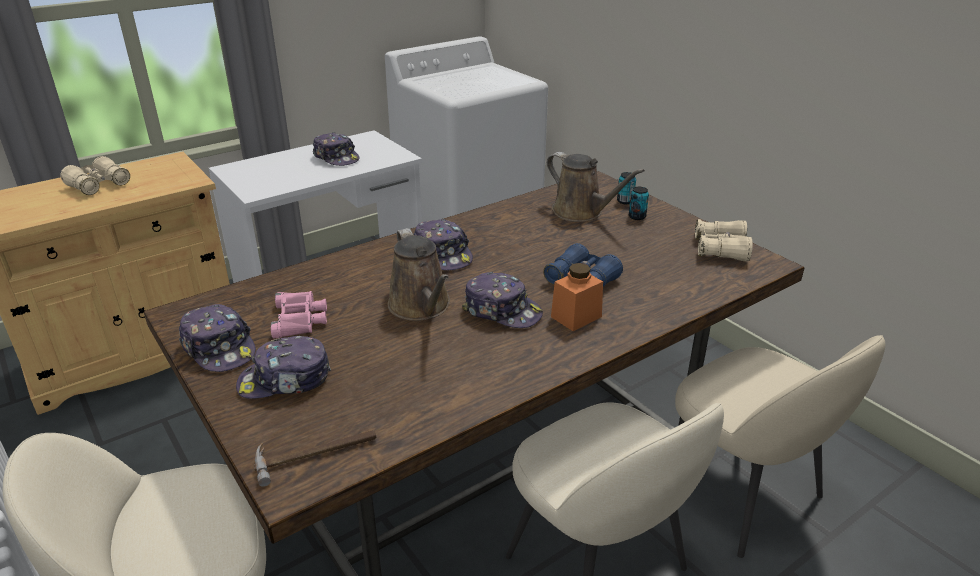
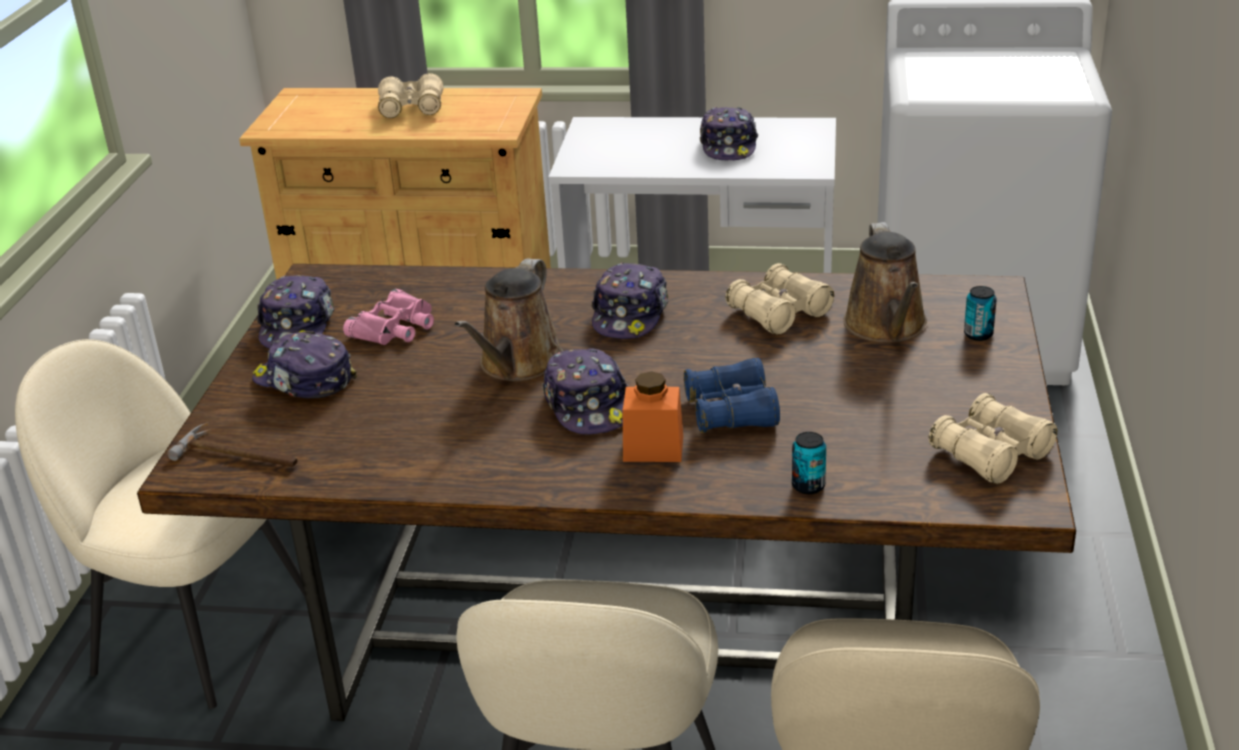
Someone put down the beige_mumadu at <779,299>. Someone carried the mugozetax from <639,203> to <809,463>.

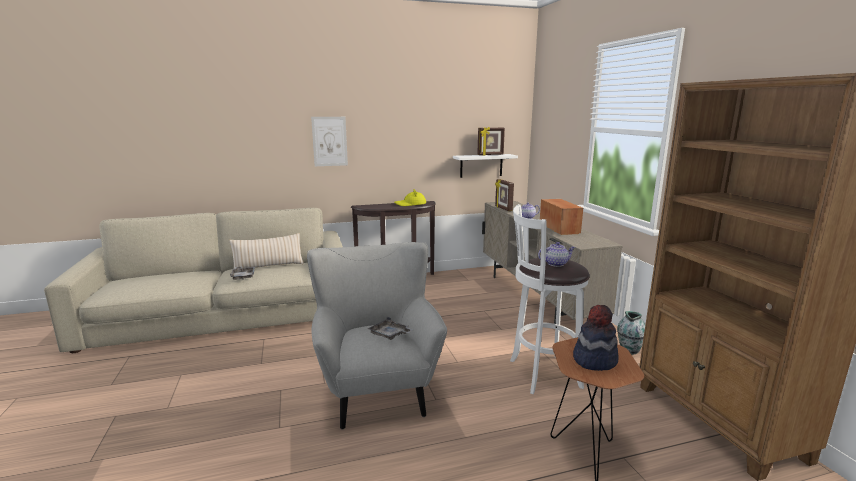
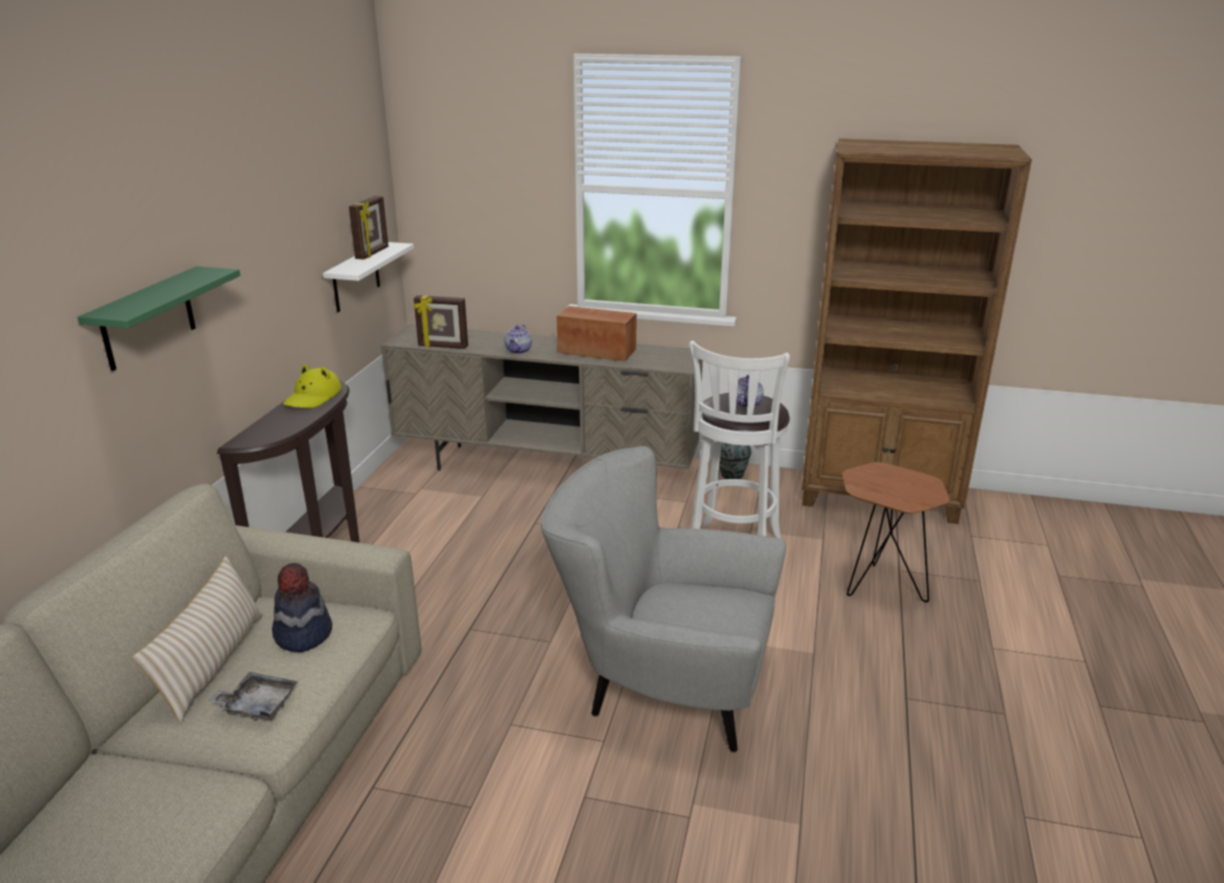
Someone swapped the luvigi at <329,141> for the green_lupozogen at <158,318>. Someone carried the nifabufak from <595,338> to <302,607>. Someone took away the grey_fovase at <390,328>.

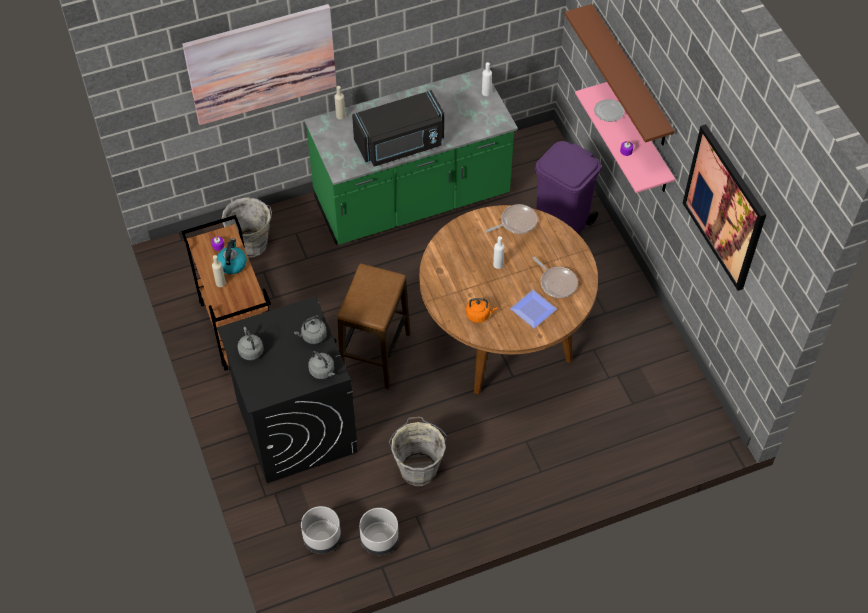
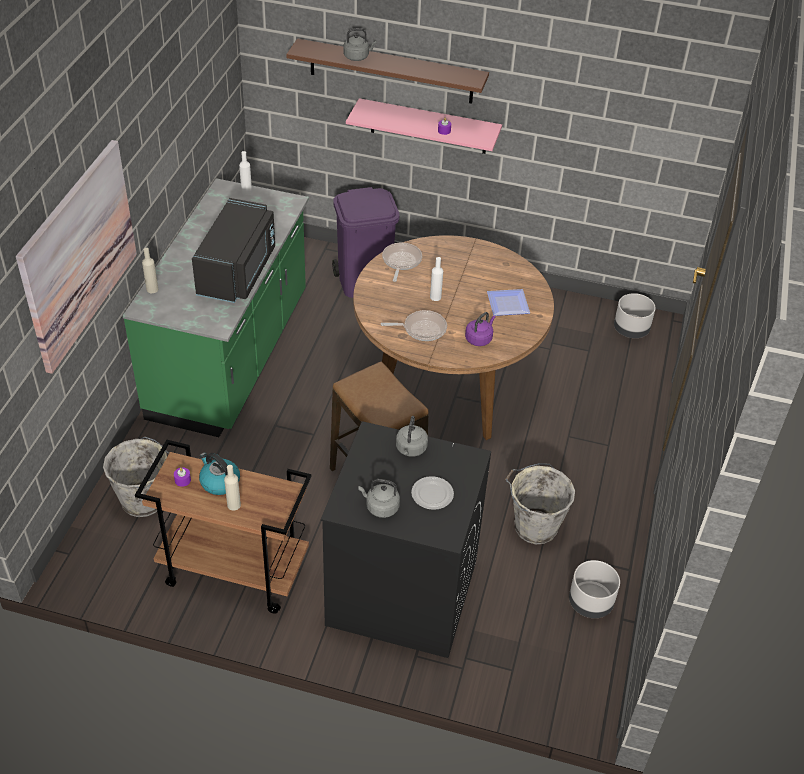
Someone carried the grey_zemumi from <321,365> to <360,44>. Someone carried the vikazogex from <555,277> to <414,325>. Someone carried the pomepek from <609,110> to <432,493>. Someone repainted the orange_zemumi at <481,310>, which became the purple_zemumi at <480,329>. Someone carried the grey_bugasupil from <321,530> to <635,315>. Someone took away the luvigi at <724,207>.

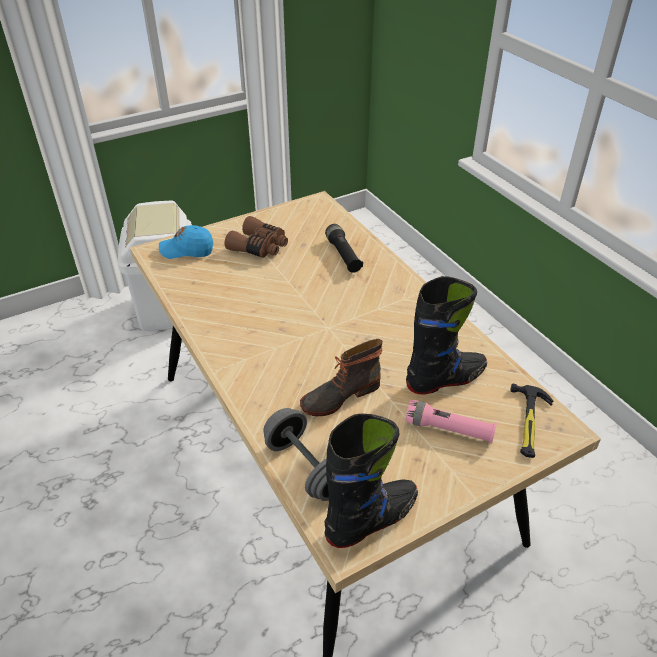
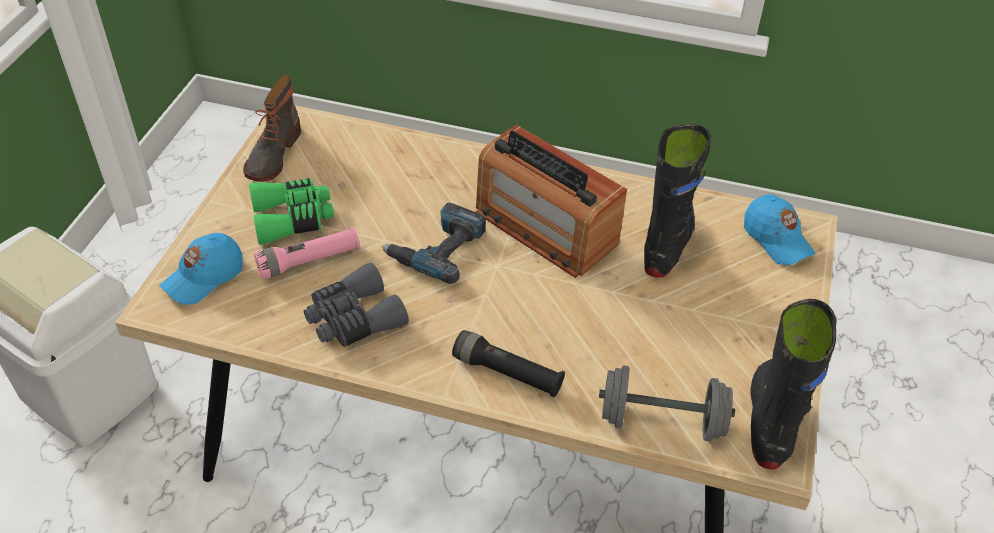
Someone carried the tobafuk from <341,377> to <272,128>. Someone repainted the brown_mumadu at <256,237>, which became the green_mumadu at <291,211>. Someone carried the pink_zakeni from <451,422> to <307,253>. Someone put down the grey_mumadu at <356,304>. Someone put down the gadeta at <433,243>. Someone carried the black_zakeni from <344,248> to <508,363>. Someone put down the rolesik at <551,201>. Someone swapped the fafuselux at <532,421> for the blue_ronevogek at <780,229>.

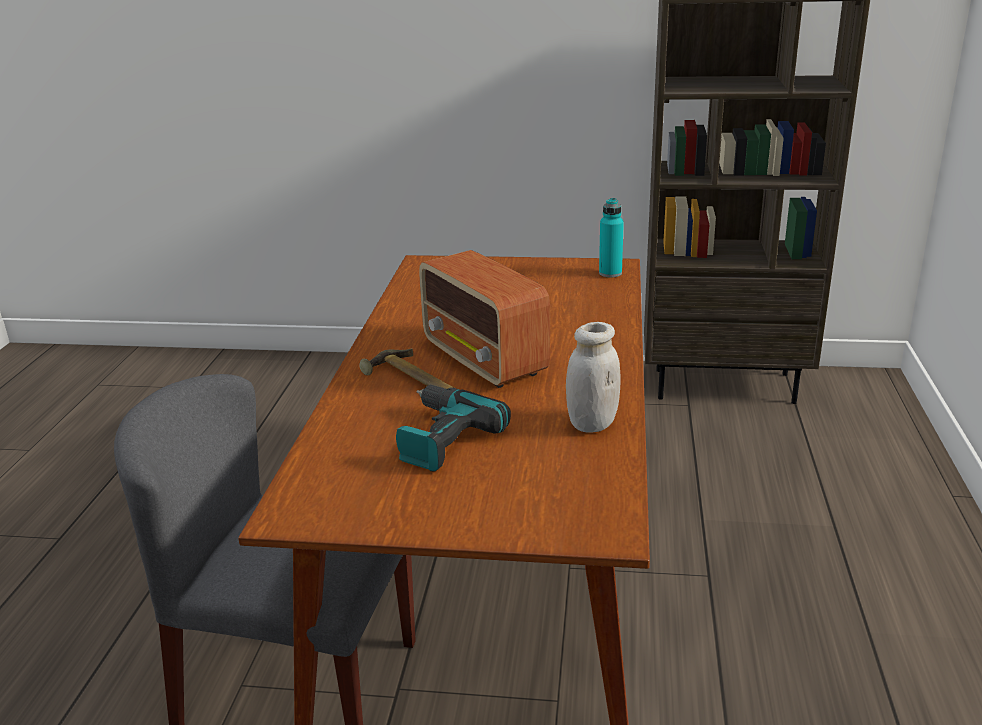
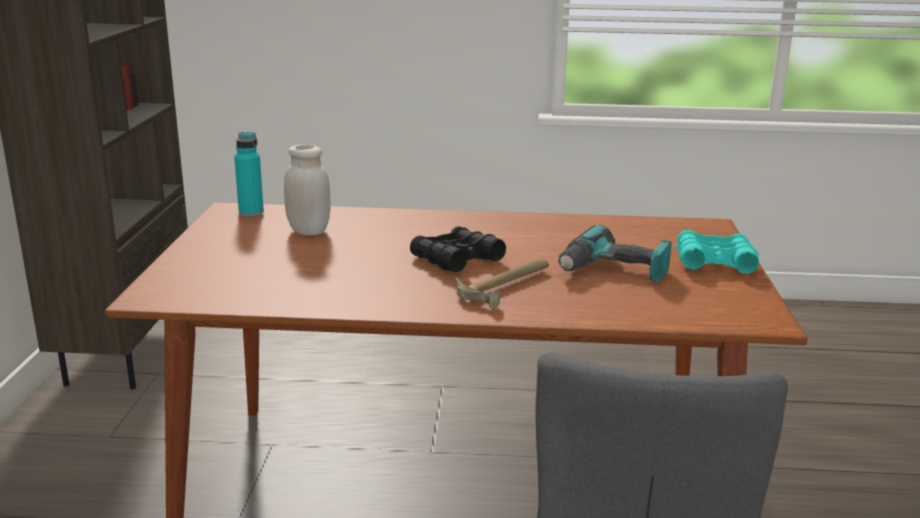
Someone carried the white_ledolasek from <593,377> to <307,189>. Someone swapped the rolesik at <484,319> for the black_mumadu at <458,249>. Someone put down the turquoise_mumadu at <716,252>.

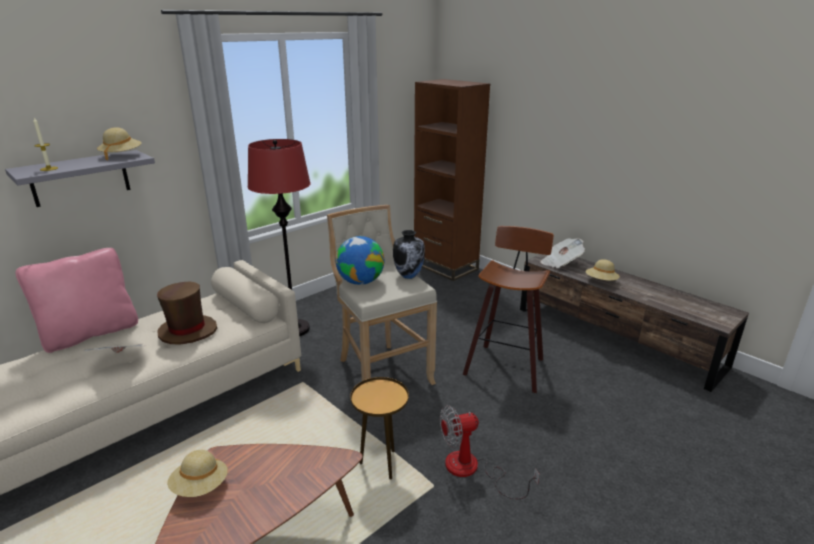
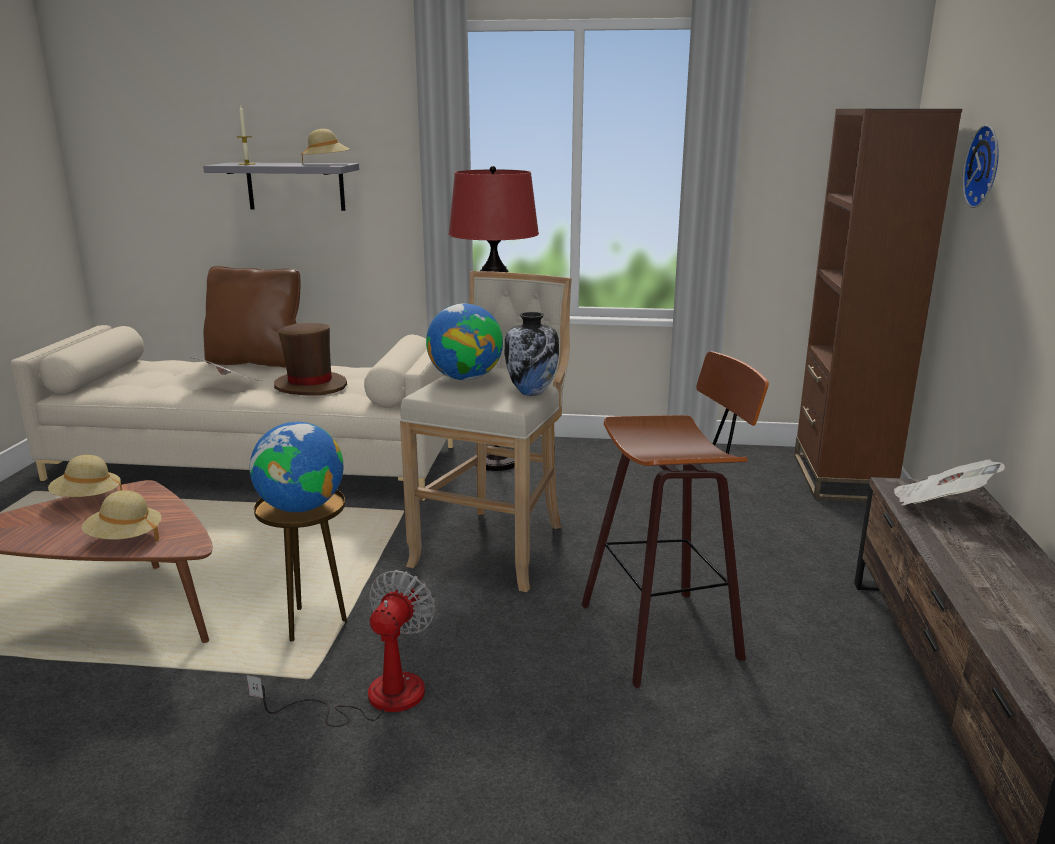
Someone carried the beige_nifabufak from <603,270> to <122,516>. Someone repainted the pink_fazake at <76,300>, which became the brown_fazake at <252,316>. Someone rotated the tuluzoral at <490,452> by 75 degrees clockwise. Someone put down the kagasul at <297,467>. Someone put up the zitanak at <980,166>.

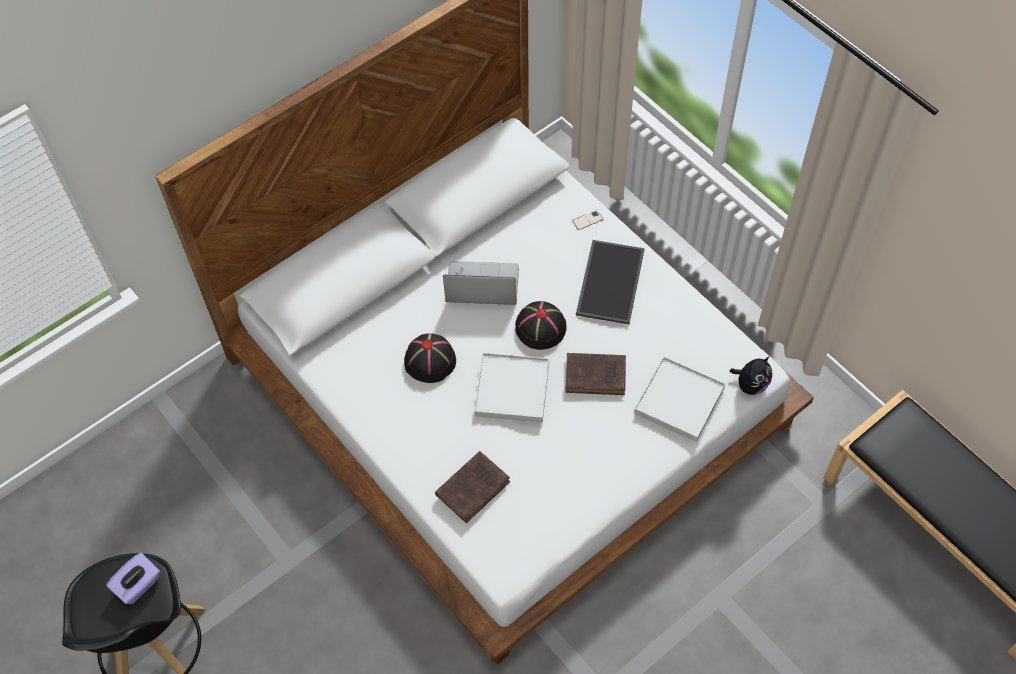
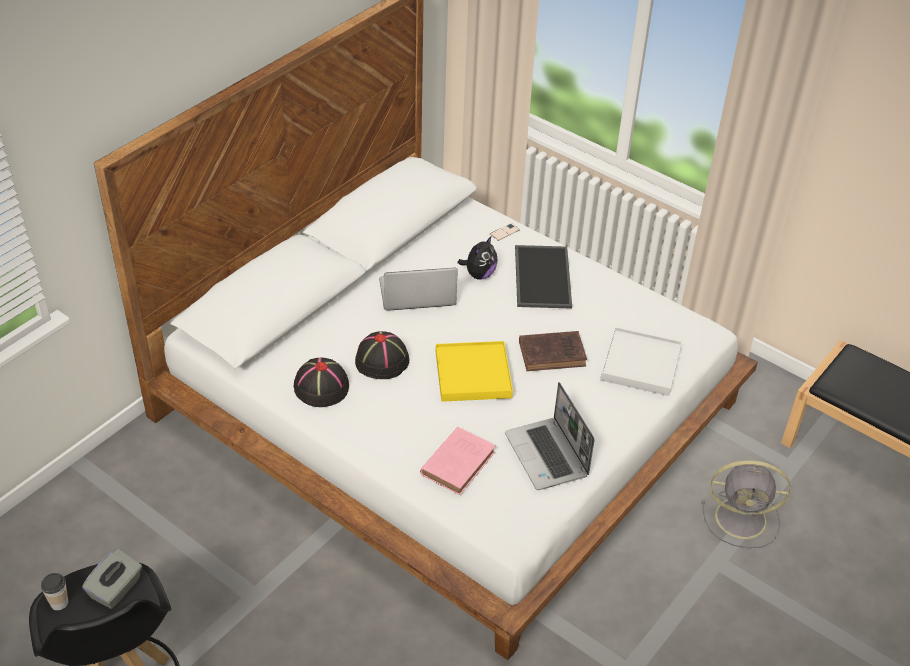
Someone put down the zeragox at <54,591>. Someone repainted the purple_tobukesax at <133,578>, which became the grey_tobukesax at <112,579>. Someone carried the black_nifabufak from <540,325> to <321,382>. Someone repainted the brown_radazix at <472,487>, which became the pink_radazix at <457,461>. Someone repainted the white_fovase at <511,388>, which became the yellow_fovase at <474,371>. Someone carried the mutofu from <751,375> to <477,258>. Someone put down the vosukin at <550,436>. Someone put down the grey_tuluzoral at <746,504>.

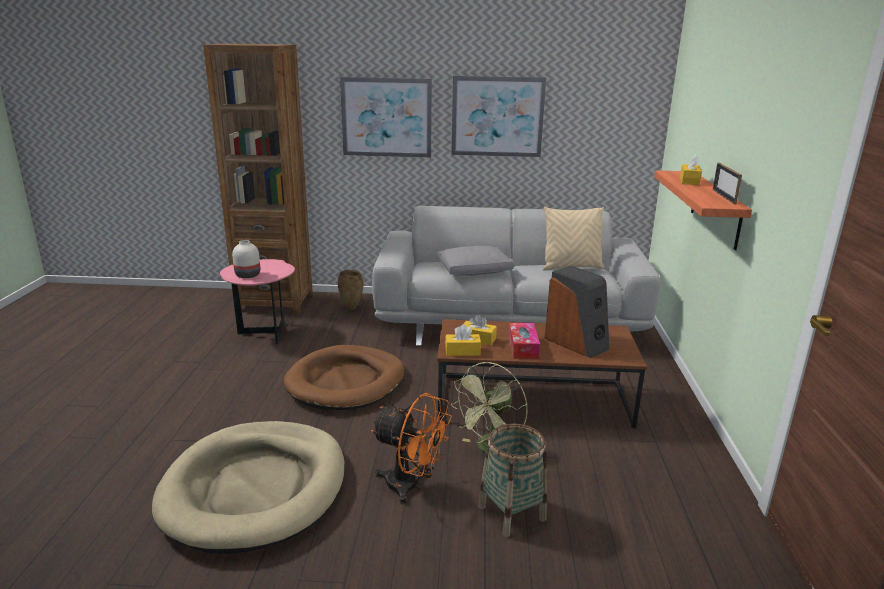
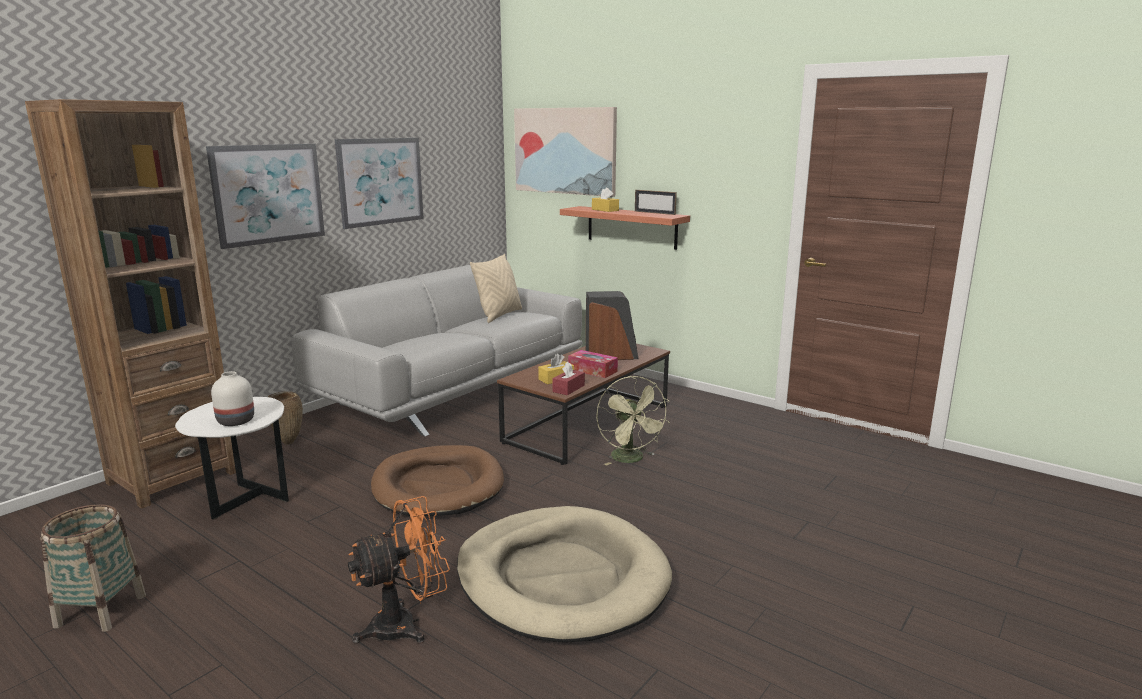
Someone carried the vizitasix from <512,480> to <93,568>. Someone repainted the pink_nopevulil at <257,301>, which became the white_nopevulil at <232,458>. Someone carried the orange_tuluzoral from <411,448> to <399,570>. Someone put up the luvigi at <565,152>. Someone repainted the yellow_tobukesax at <463,340>, which became the red_tobukesax at <568,378>. Someone took away the grey_fazake at <475,261>.

